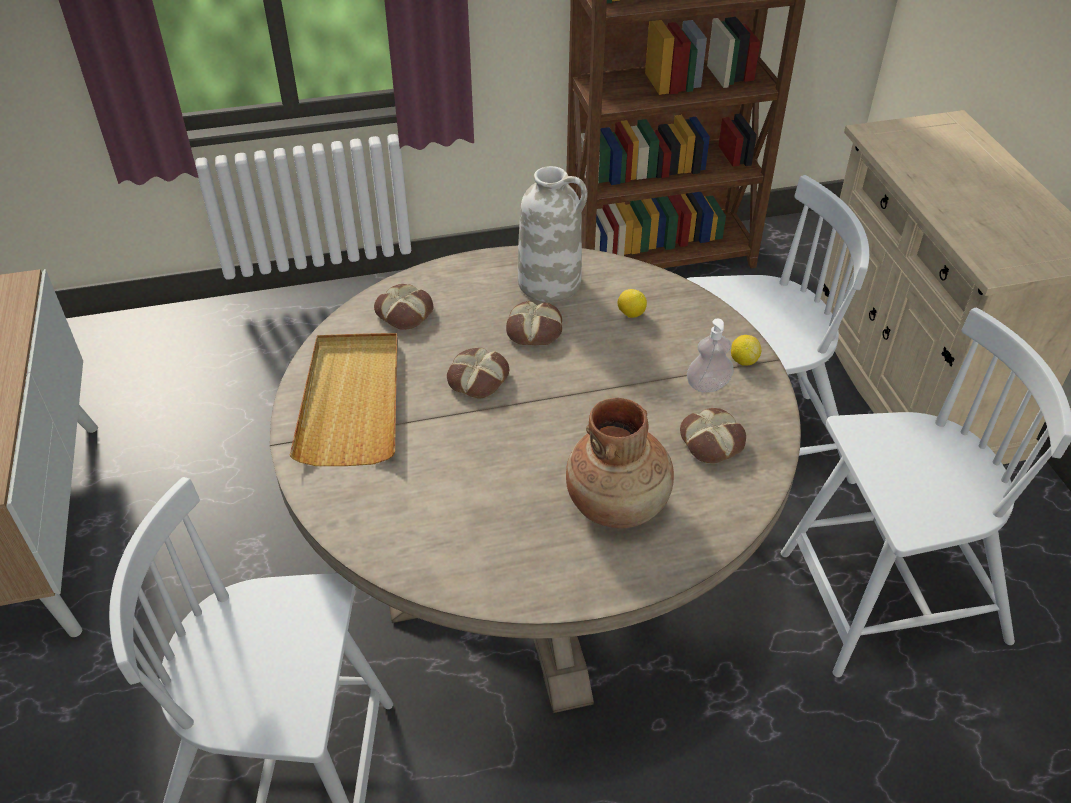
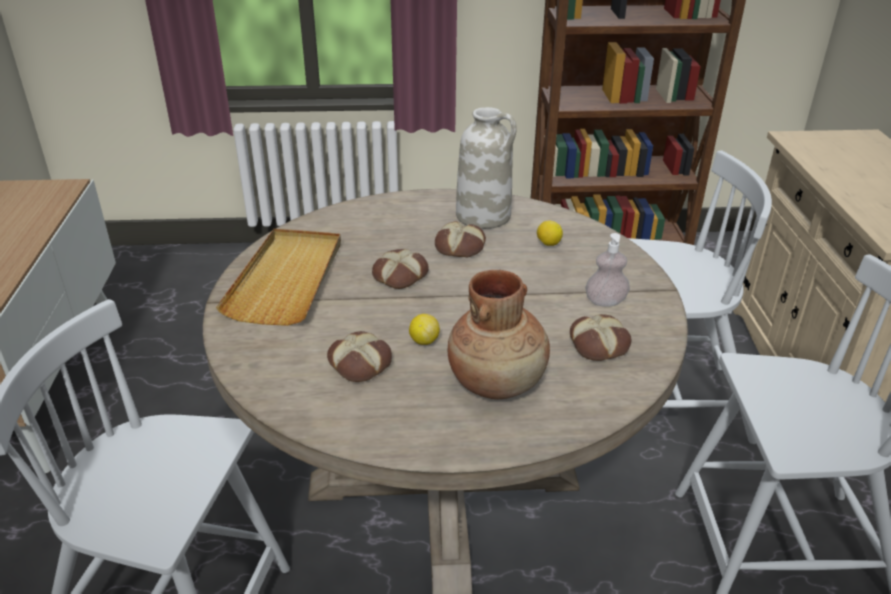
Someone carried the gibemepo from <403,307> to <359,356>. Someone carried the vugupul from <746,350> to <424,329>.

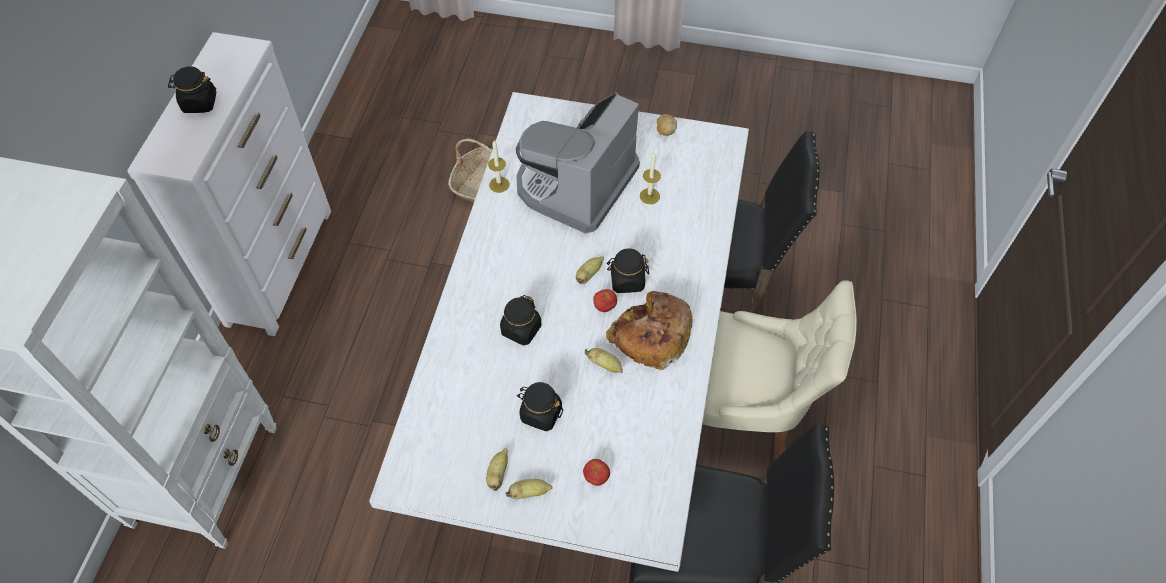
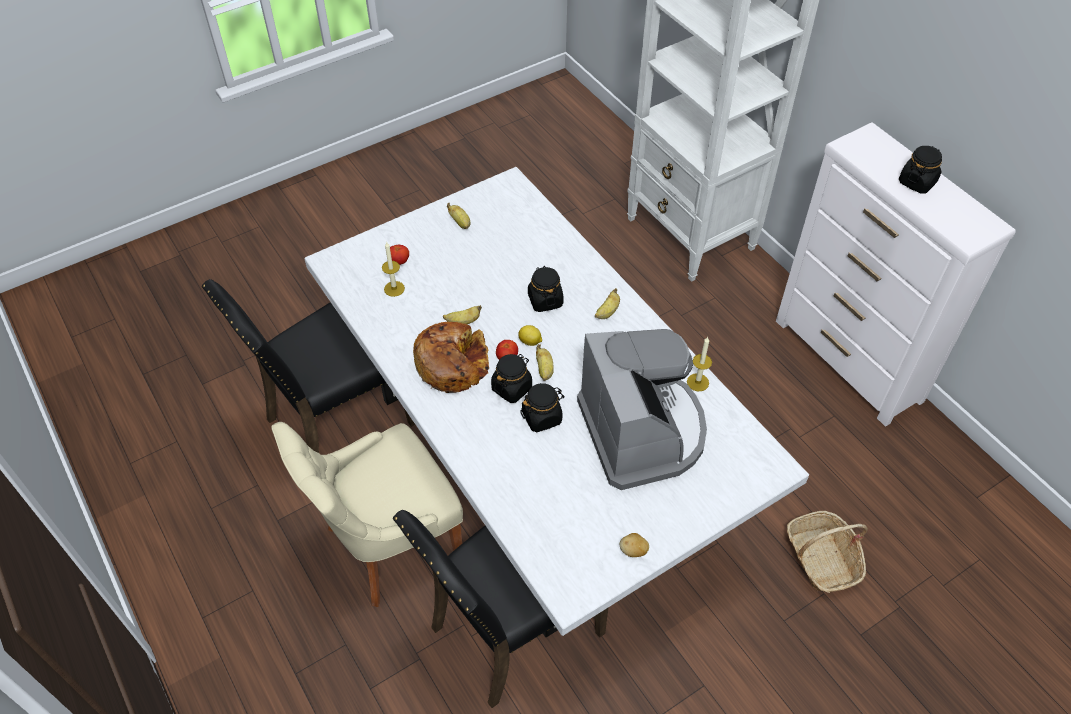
Someone carried the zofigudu from <650,178> to <393,269>. Someone put down the vugupul at <530,335>. Someone carried the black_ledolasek from <540,406> to <542,407>. Someone carried the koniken from <529,489> to <607,303>.

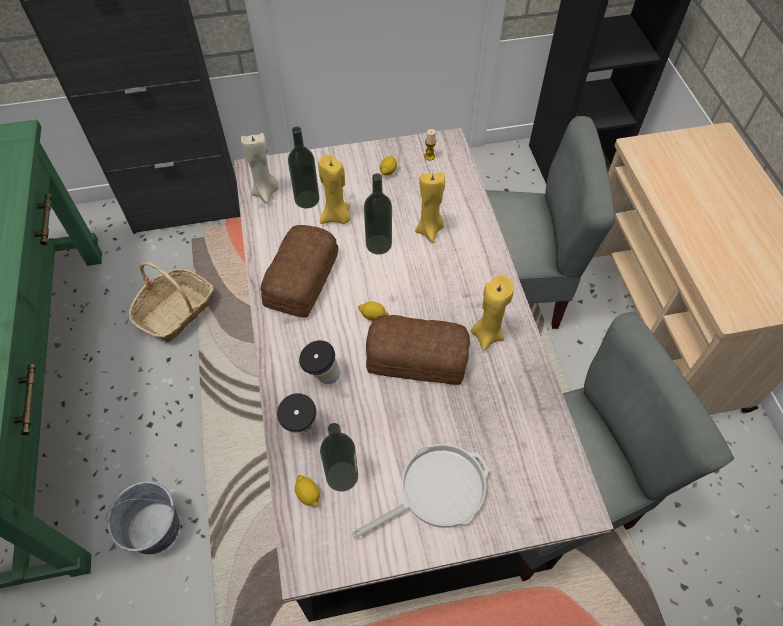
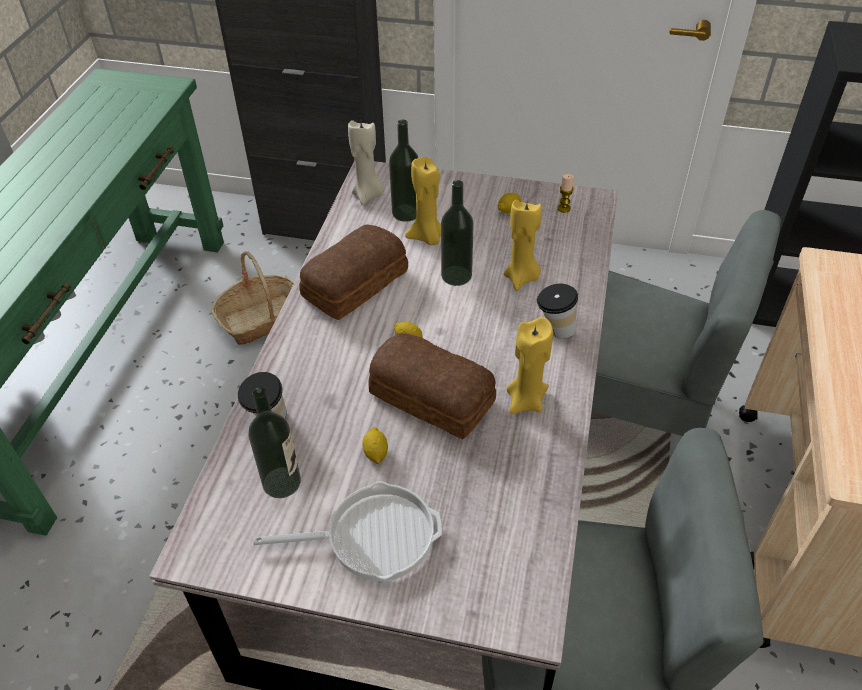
Someone carried the vugupul from <307,491> to <375,445>. Someone carried the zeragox from <319,362> to <557,311>. Someone took away the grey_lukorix at <143,517>.

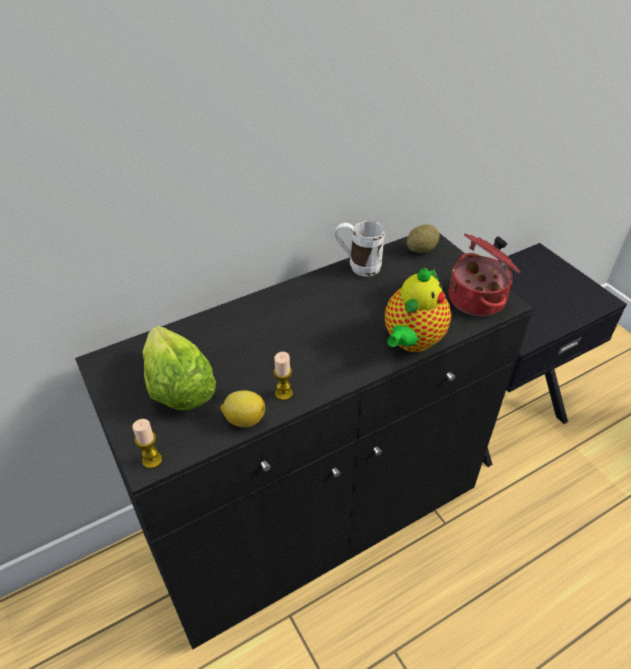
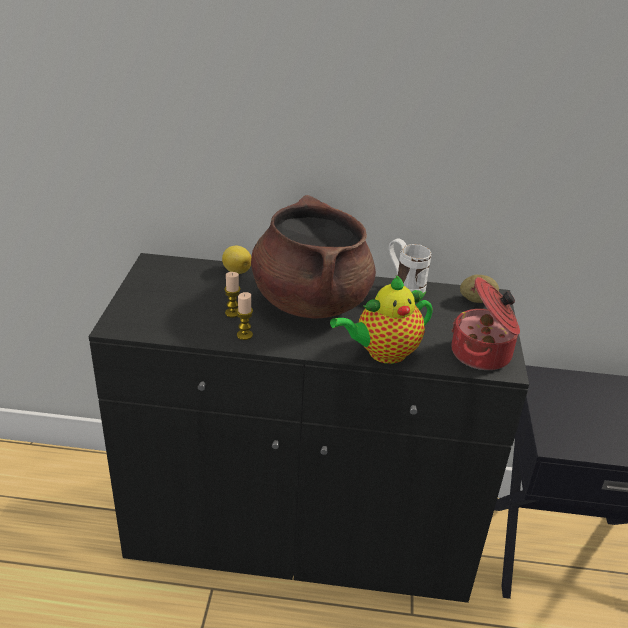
Someone carried the vugupul from <242,409> to <236,260>. Someone carried the zofigudu from <147,444> to <232,295>. Someone put down the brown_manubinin at <313,257>. Someone took away the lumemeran at <179,368>.

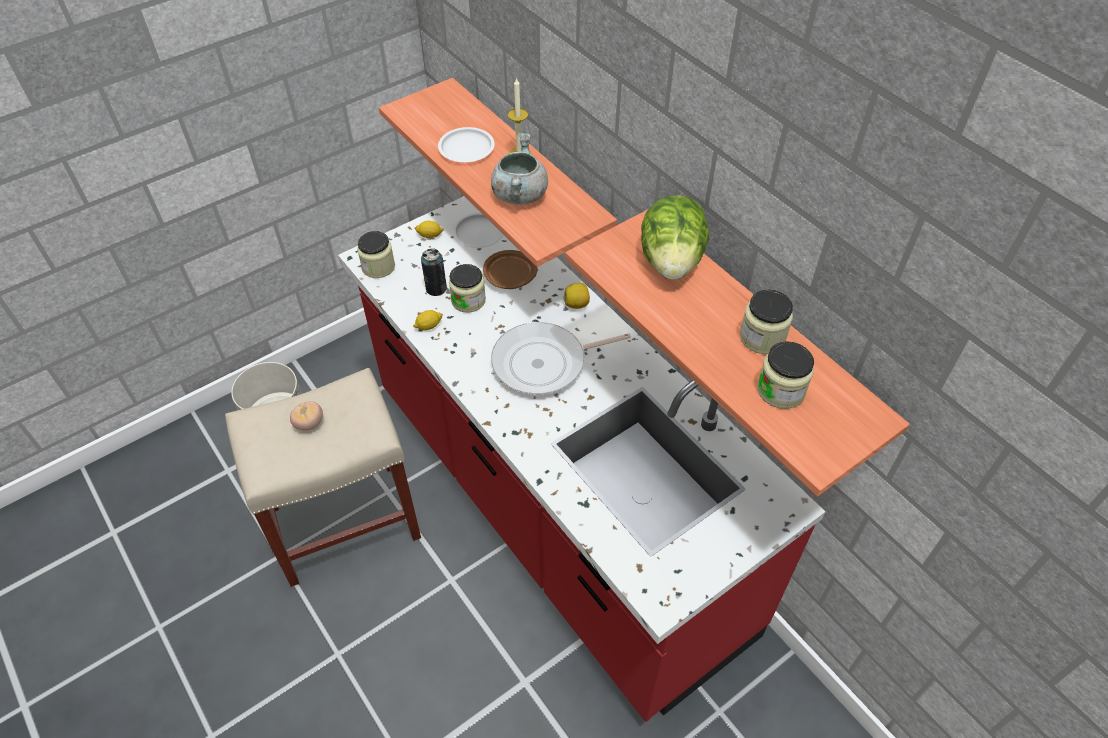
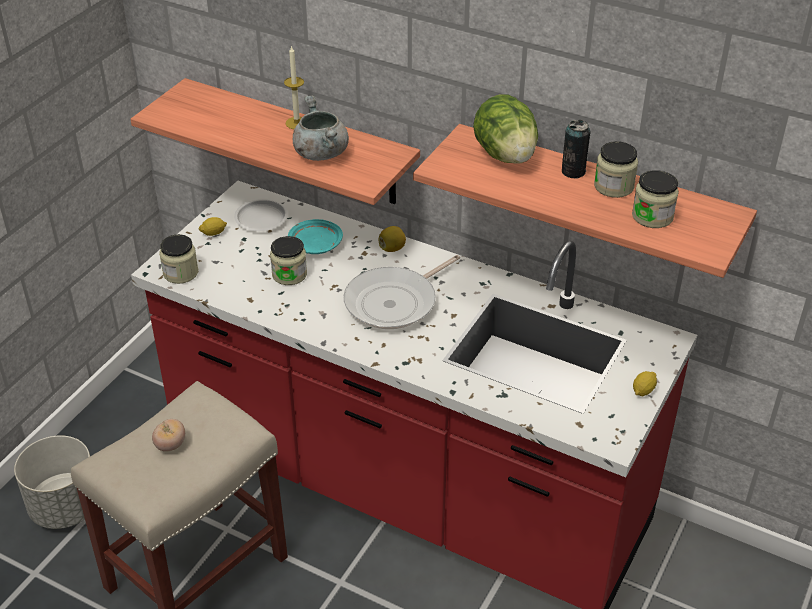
Someone repainted the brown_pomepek at <510,269>, which became the turquoise_pomepek at <315,236>. Someone carried the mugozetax from <434,272> to <576,149>. Someone carried the vugupul from <428,320> to <645,383>. Someone took away the white_pomepek at <466,144>.

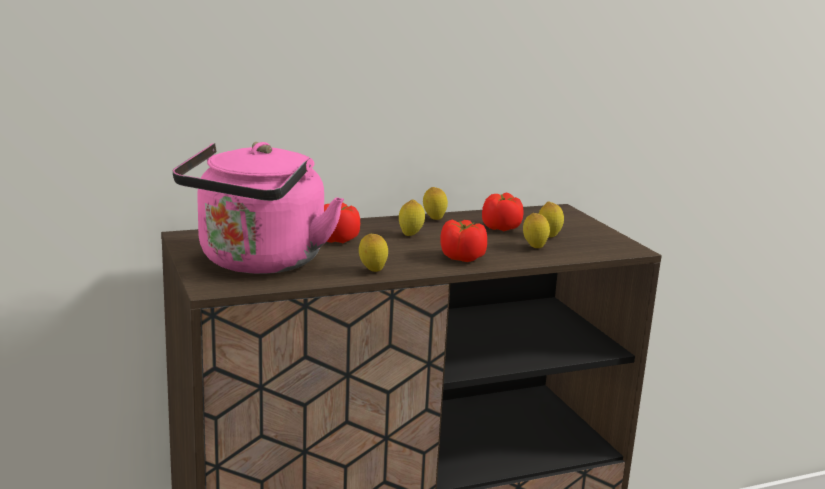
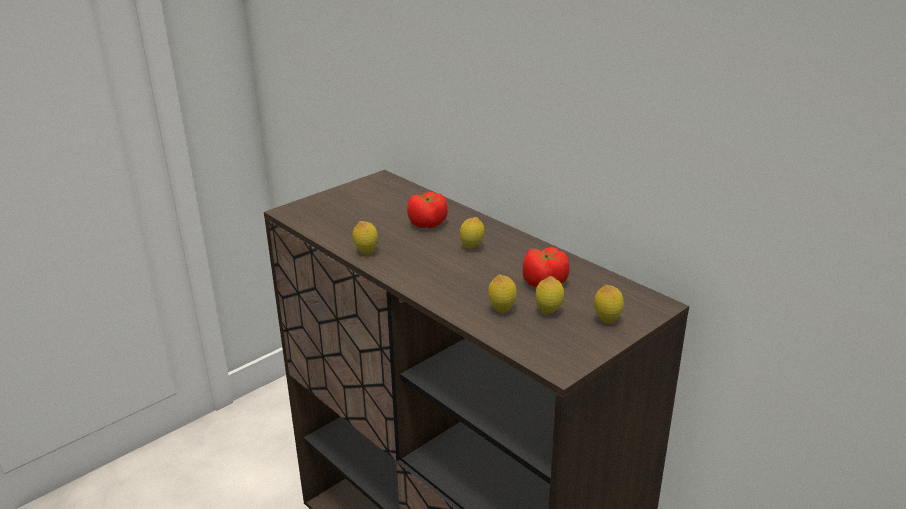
Someone carried the vugupul from <435,203> to <609,304>. Someone took away the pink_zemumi at <258,208>. Someone took away the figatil at <463,240>.

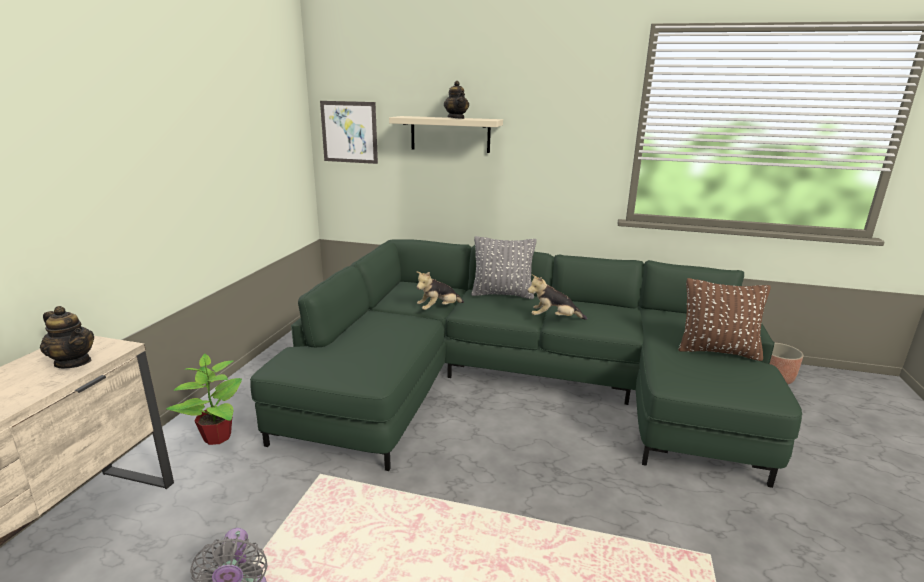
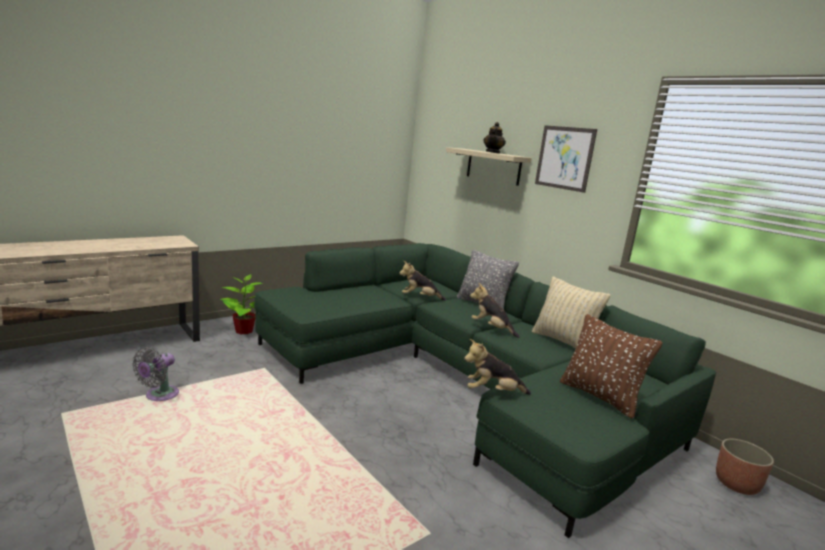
Someone put down the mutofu at <497,367>. Someone put down the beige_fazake at <571,313>. Someone carried the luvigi from <349,132> to <566,159>. Someone took away the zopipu at <67,337>.

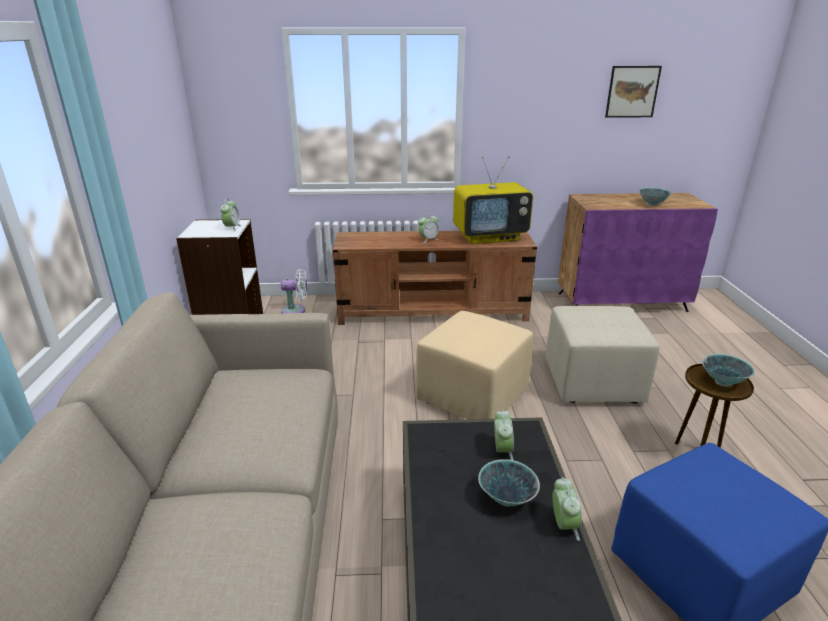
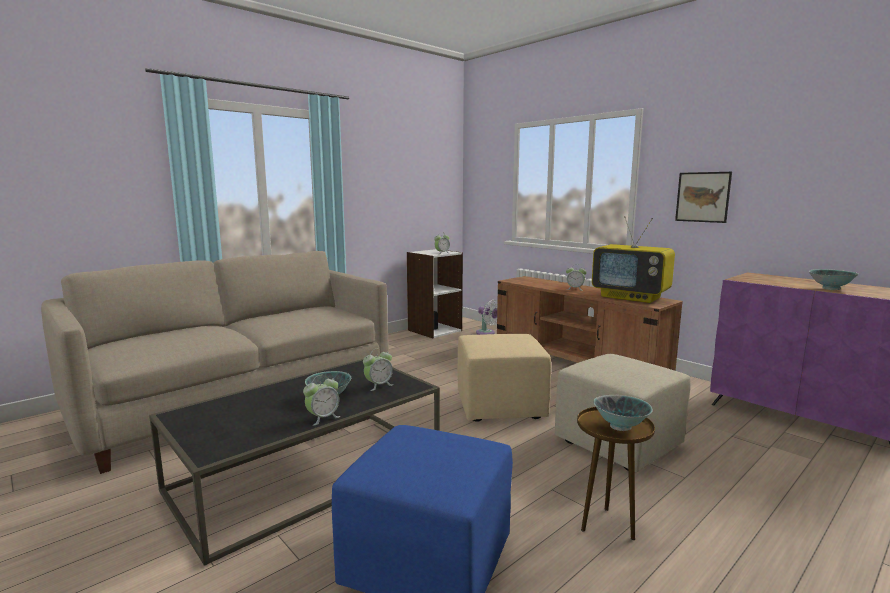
Someone carried the luvigi from <633,92> to <703,197>.

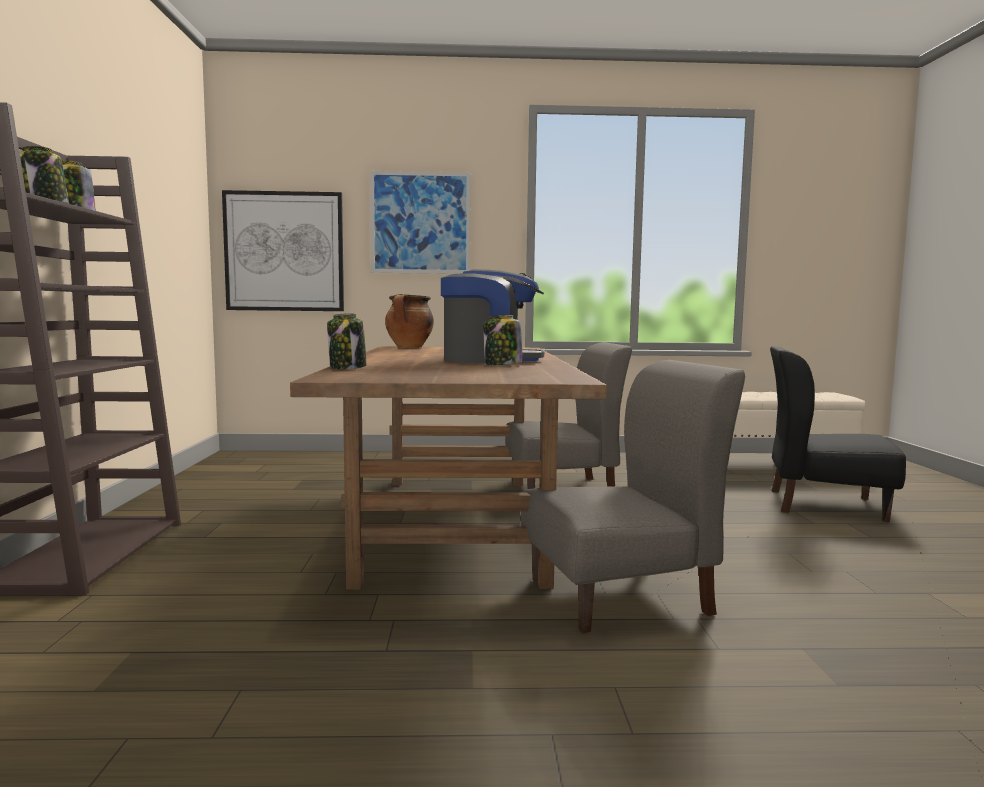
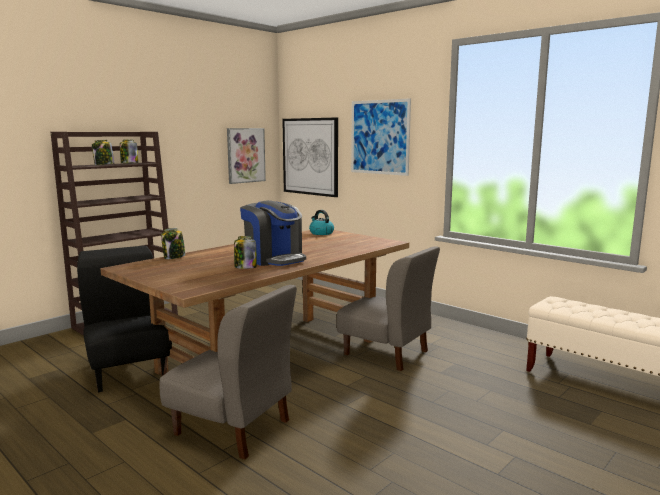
Someone carried the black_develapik from <838,434> to <124,319>. Someone put up the luvigi at <246,156>. Someone swapped the manubinin at <409,321> for the zemumi at <321,222>.

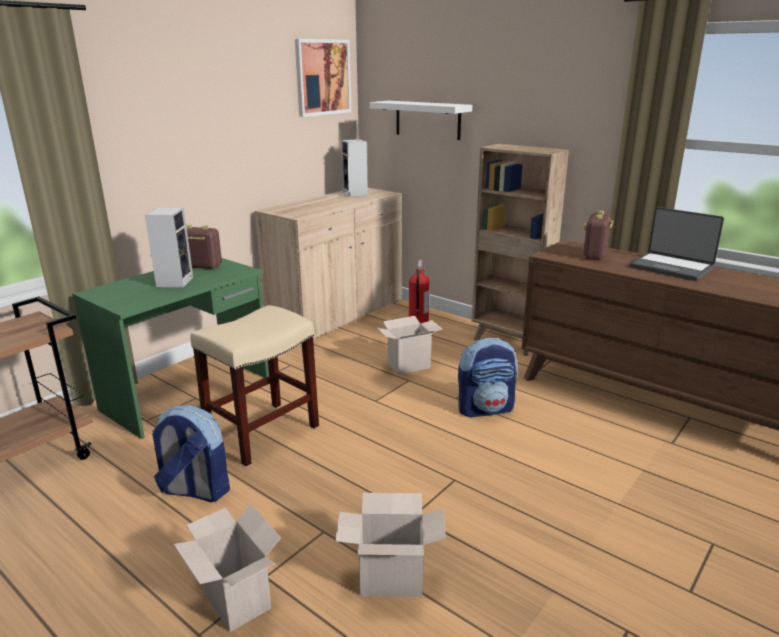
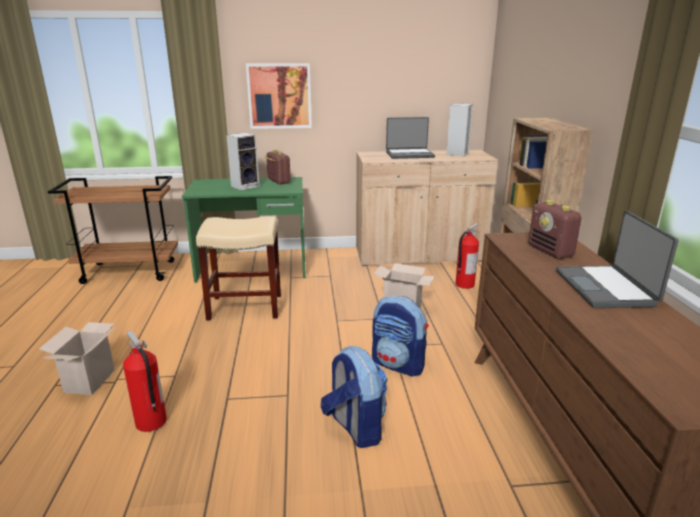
Someone swapped the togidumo at <390,545> for the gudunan at <145,381>. Someone carried the luvigi from <323,78> to <279,96>. Someone carried the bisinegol from <191,453> to <354,397>. Someone put down the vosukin at <410,138>. Someone rotated the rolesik at <598,235> by 90 degrees counterclockwise. Someone took away the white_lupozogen at <420,120>.

